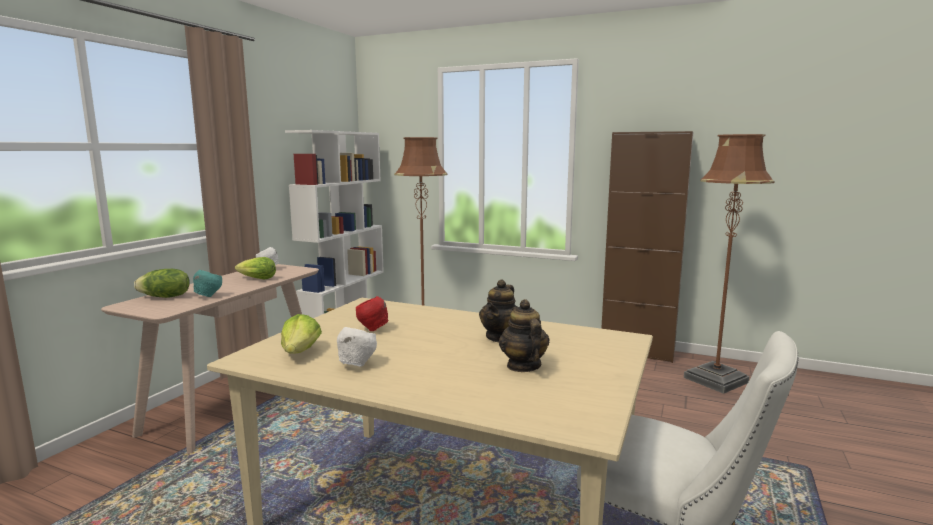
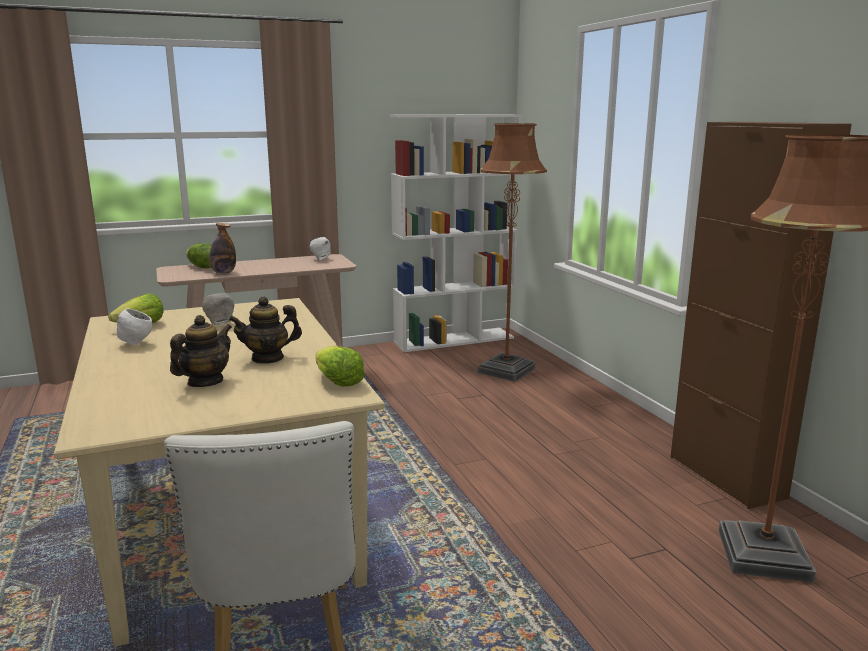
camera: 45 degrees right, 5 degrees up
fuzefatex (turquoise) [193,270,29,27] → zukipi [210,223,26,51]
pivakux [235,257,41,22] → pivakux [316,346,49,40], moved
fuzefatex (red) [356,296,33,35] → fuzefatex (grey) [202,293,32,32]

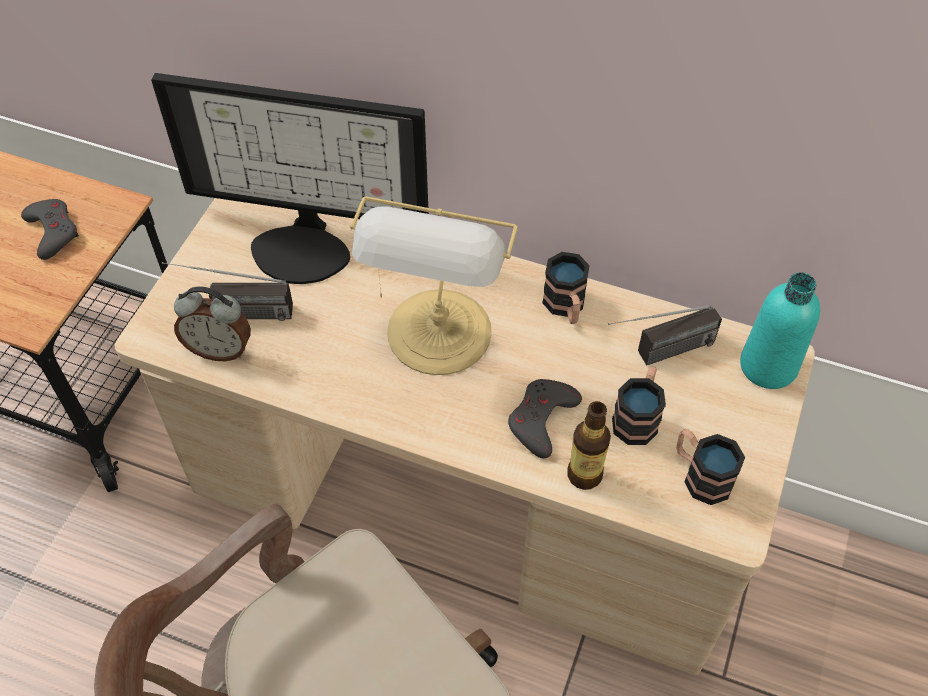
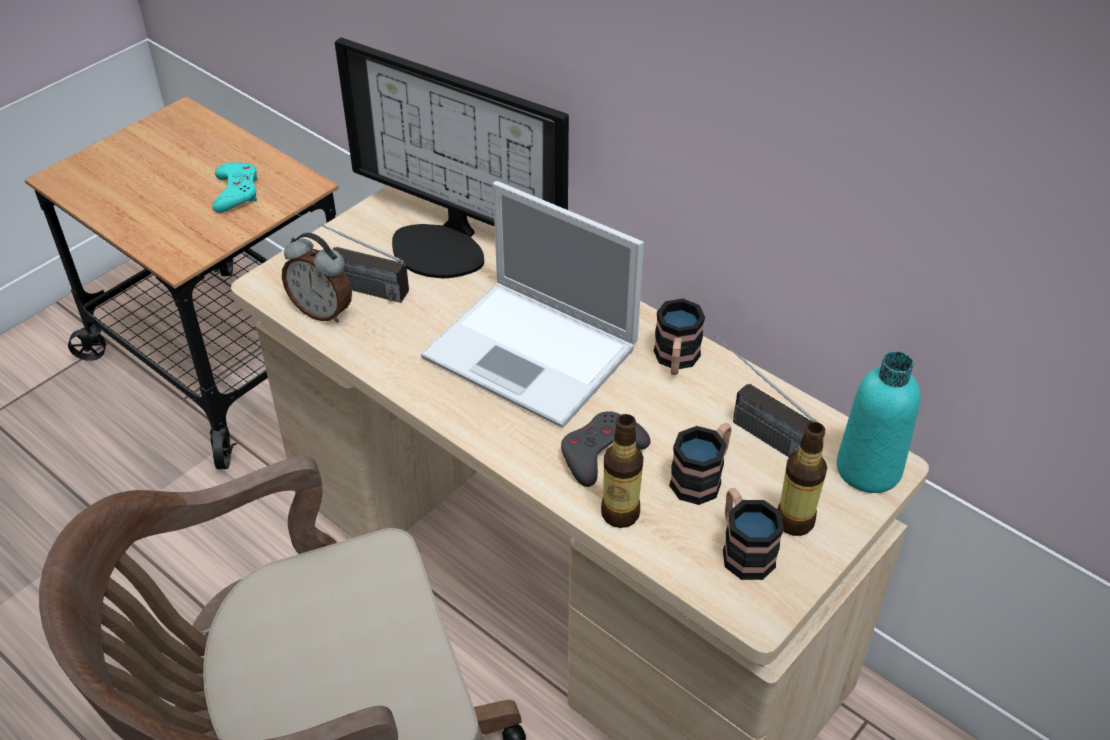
camera: 20 degrees right, 10 degrees down
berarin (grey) [21,199,58,61] → berarin (turquoise) [212,162,46,51]
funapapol [349,197,169,178] → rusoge [421,181,223,247]
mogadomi [608,305,114,60] → mogadomi [714,335,105,122], 45 degrees clockwise
- → zukipi [778,422,49,114]

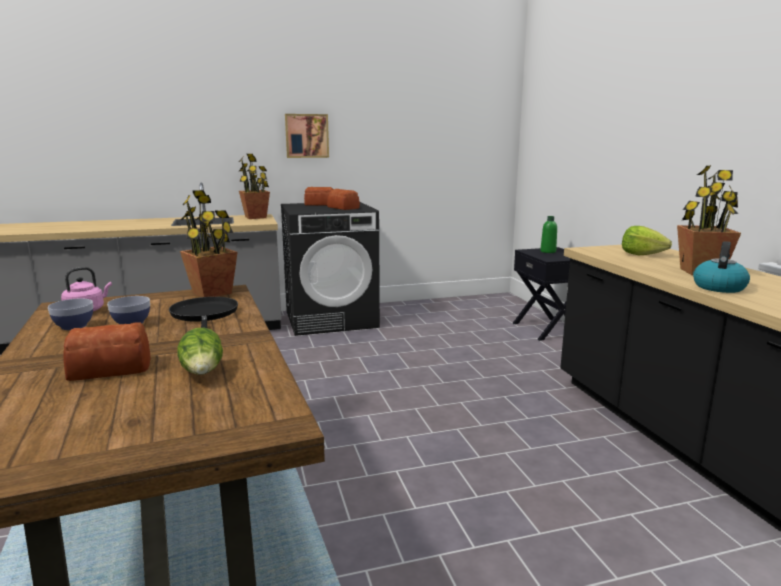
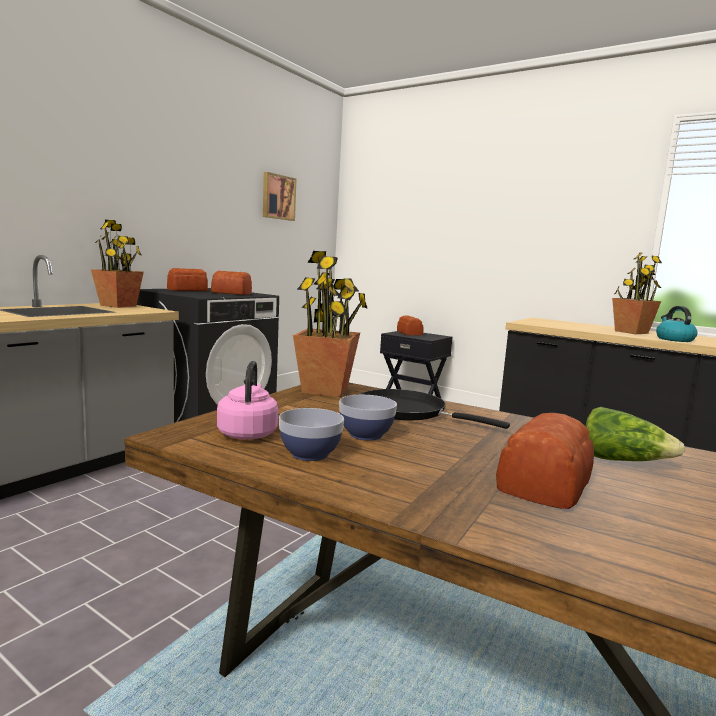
camera: 40 degrees left, 5 degrees down
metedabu [285,114,44,44] → metedabu [263,172,33,49], moved
zukipi (green) [540,216,17,37] → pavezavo [397,315,27,20]
pivakux [622,226,50,29] → -

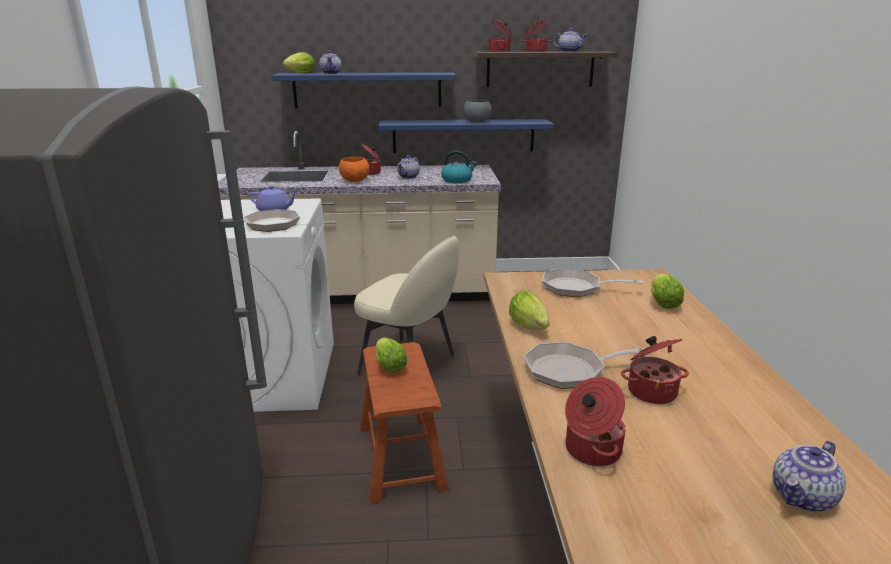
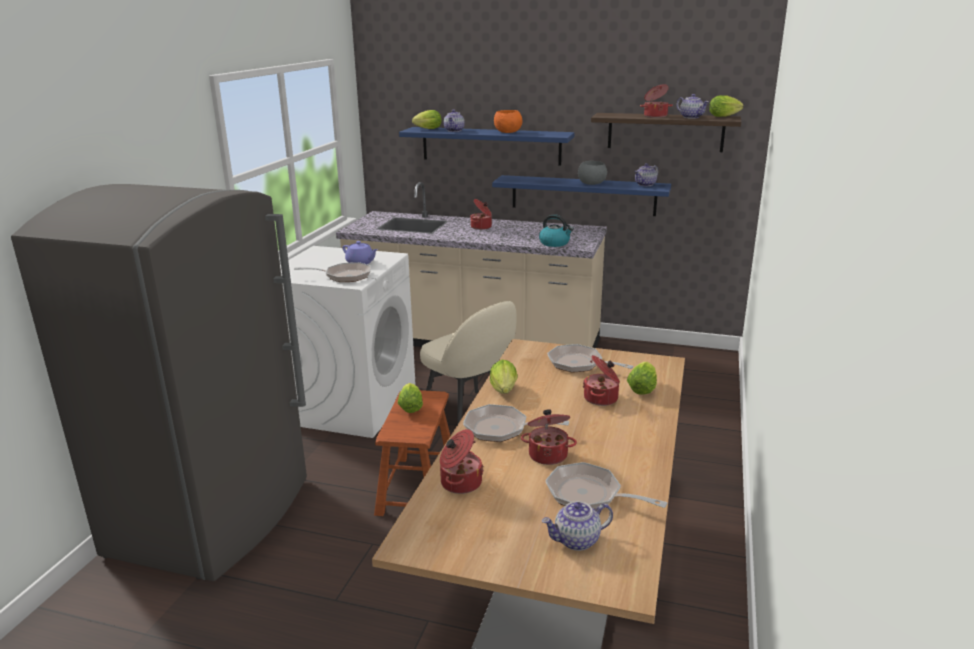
camera: 20 degrees right, 0 degrees up
fuzefatex (orange) [339,157,30,25] → fuzefatex (orange) [494,110,28,23], moved
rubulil [397,155,23,24] → rubulil [634,163,24,23], moved
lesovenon [487,19,25,33] → lesovenon [583,355,37,51], moved
- → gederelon [545,462,123,47]
- → pivakux [709,95,35,22]

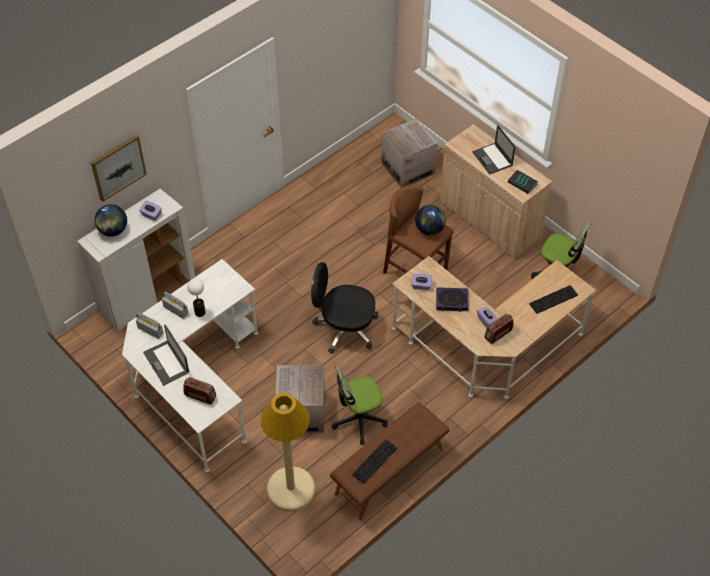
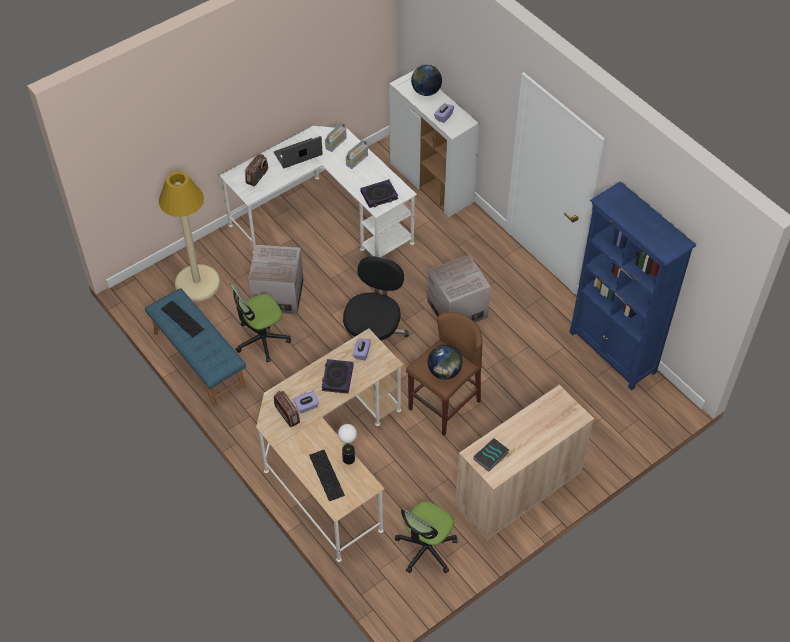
camera: 95 degrees right, 0 degrees up
metedabu [91,135,56,67] → -
funapapol [187,279,19,38] → funapapol [338,424,19,41], moved
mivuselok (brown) [330,402,120,118] → mivuselok (blue) [145,288,101,119]
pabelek [332,366,56,79] → pabelek [230,284,61,78], 105 degrees counterclockwise
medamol [381,118,57,70] → medamol [427,254,64,69], moved
rusoge [473,124,43,51] → -
- → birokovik [360,179,38,29]
- → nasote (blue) [570,182,126,209]

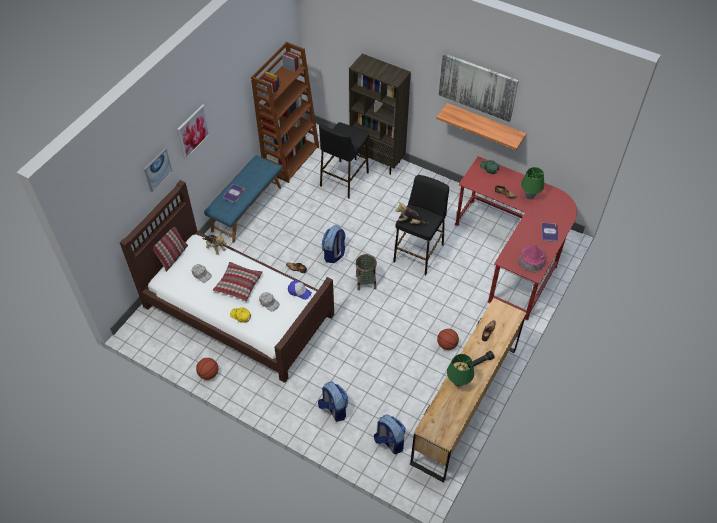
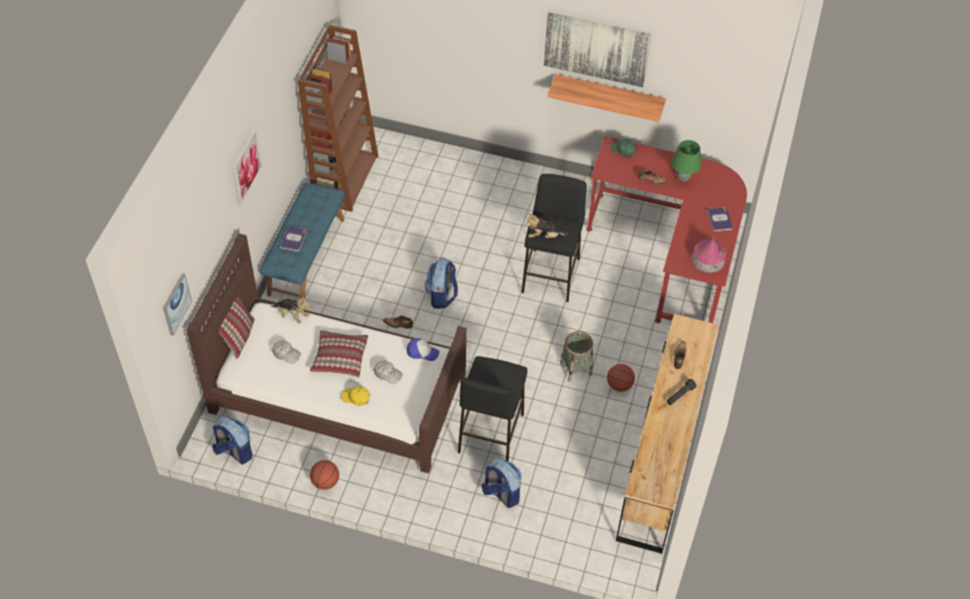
camera: 15 degrees left, 0 degrees up
metedabu [144,148,28,44] → metedabu [163,273,29,63], moved
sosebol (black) [319,122,50,77] → sosebol (black) [458,356,69,106], moved
nasote (brown) [349,54,62,121] → -
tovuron [356,254,21,36] → tovuron [560,331,33,51], moved
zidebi [374,414,32,40] → zidebi [212,416,41,48], moved
funapapol (green) [447,354,27,33] → -

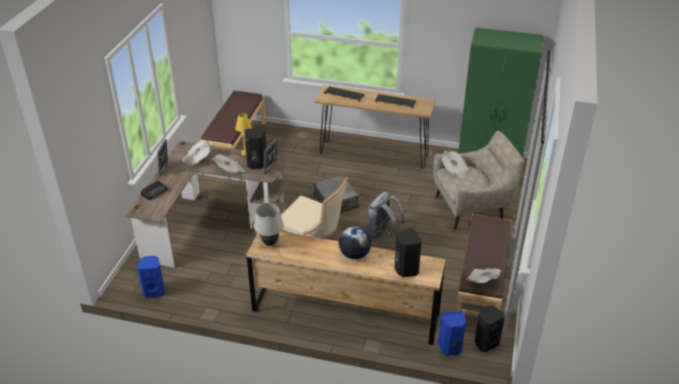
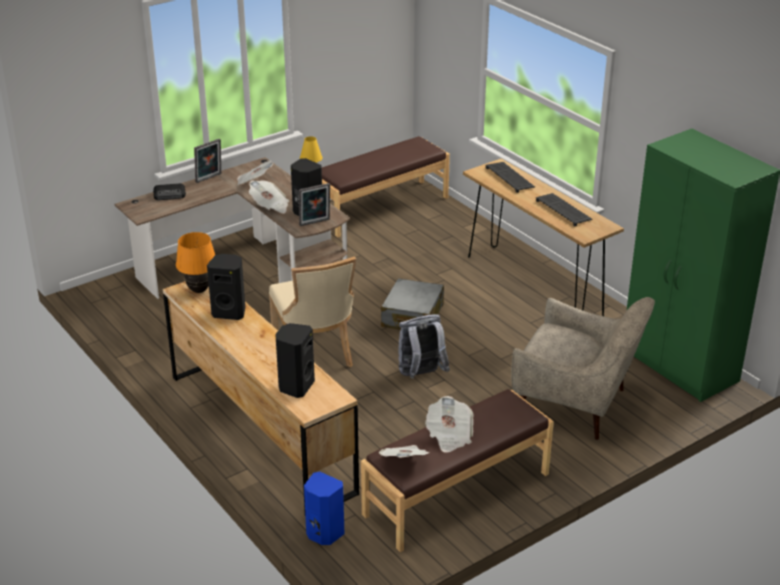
camera: 40 degrees right, 5 degrees down
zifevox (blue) [137,256,28,42] → -
funapapol (white) [254,203,30,43] → funapapol (orange) [176,232,39,61]
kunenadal [339,227,32,32] → -
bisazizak [442,151,27,27] → bisazizak [425,396,49,57], moved
zifevox (black) [474,306,31,46] → zifevox (black) [207,254,38,66], moved

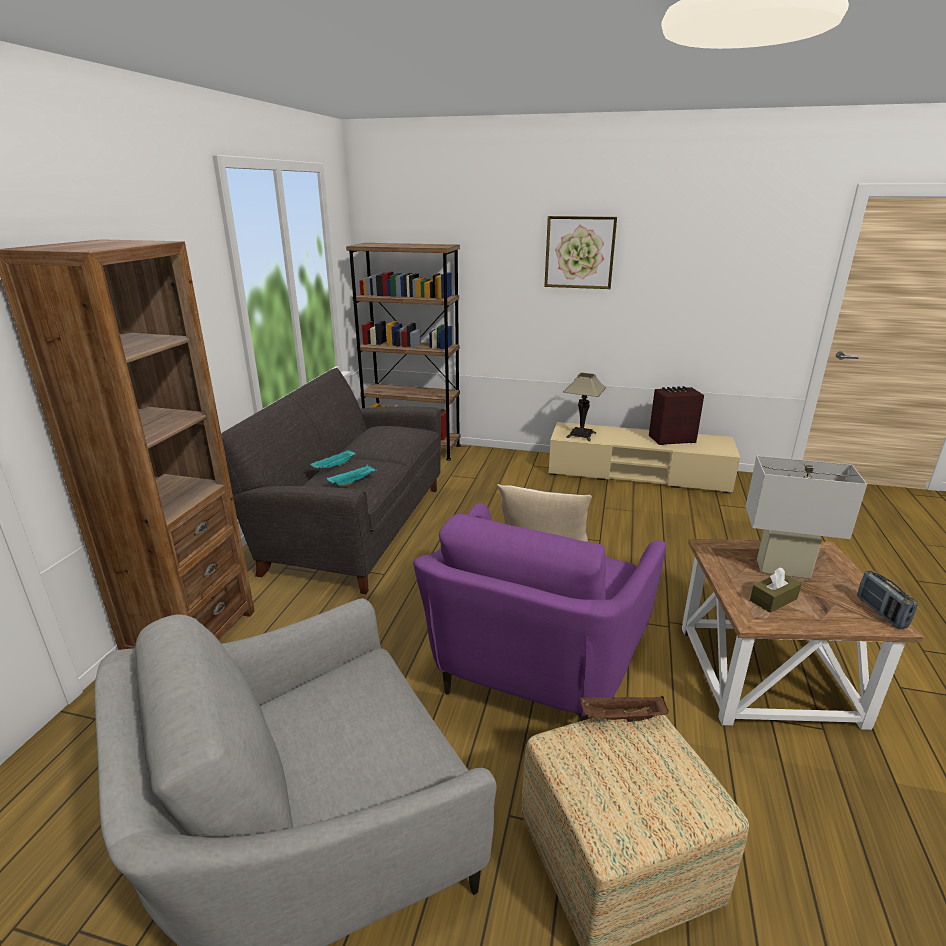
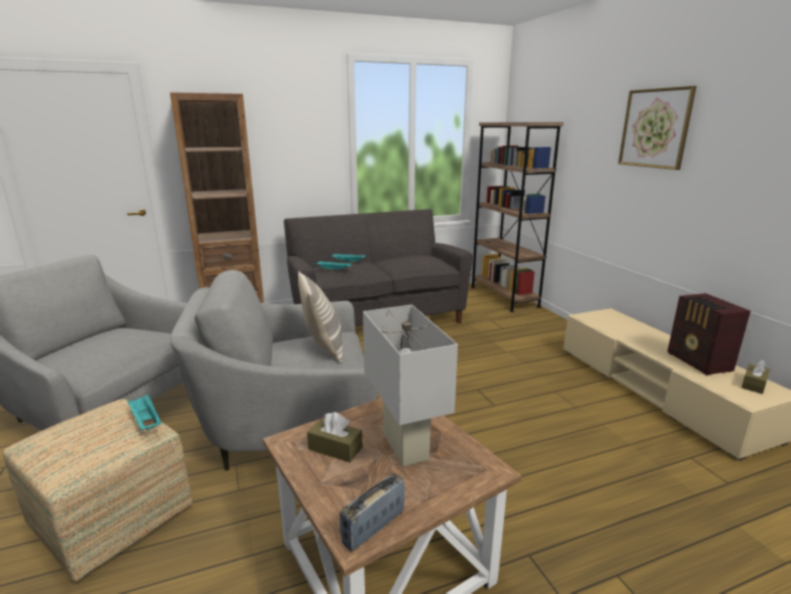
camera: 55 degrees right, 5 degrees down
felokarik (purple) [413,503,253,219] → felokarik (grey) [170,270,208,201]
funapapol [563,373,44,68] → -
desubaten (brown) [580,696,89,26] → desubaten (turquoise) [127,394,34,36]
mogadomi [649,386,55,59] → mogadomi [667,293,84,82], 150 degrees counterclockwise
- → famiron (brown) [741,360,29,34]

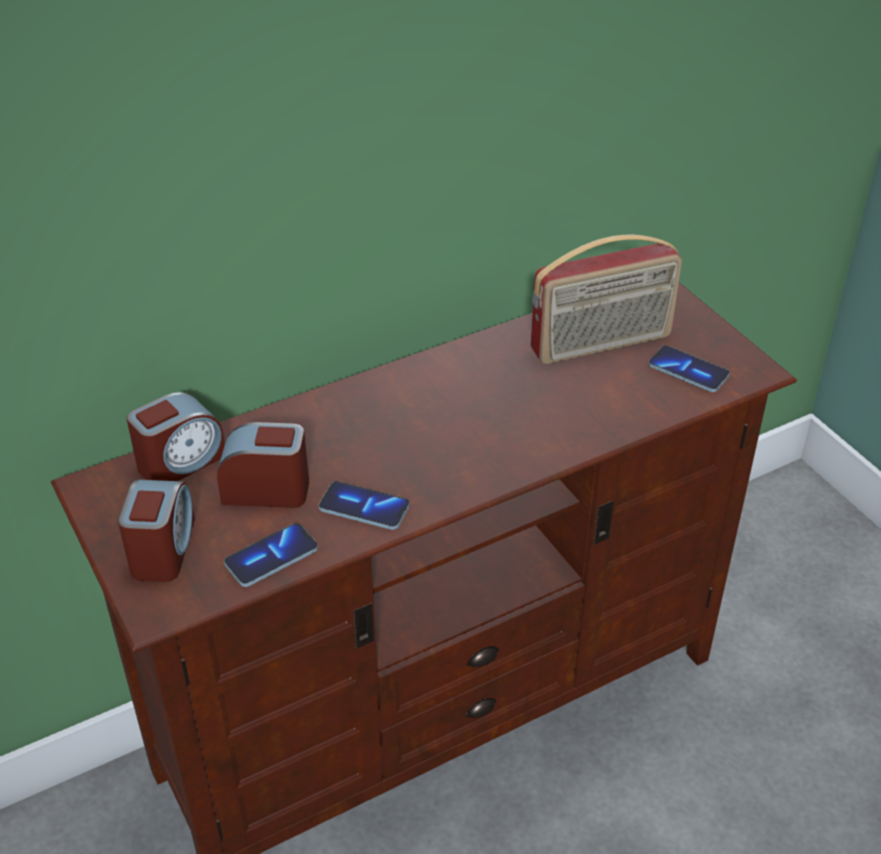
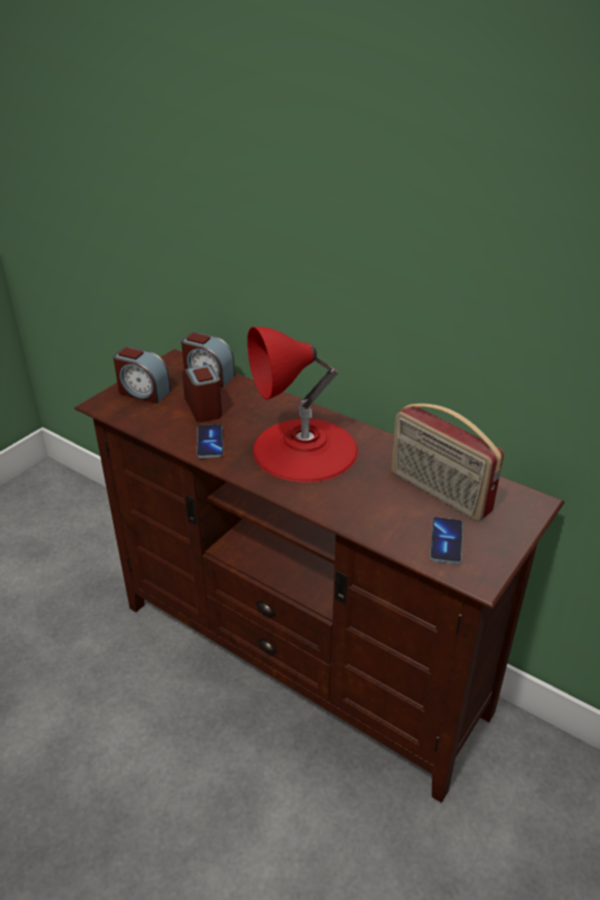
camera: 65 degrees right, 5 degrees down
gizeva [118,480,77,102] → gizeva [113,347,58,57], 45 degrees clockwise
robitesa [224,523,94,64] → -
- → funapapol (red) [247,327,111,155]

